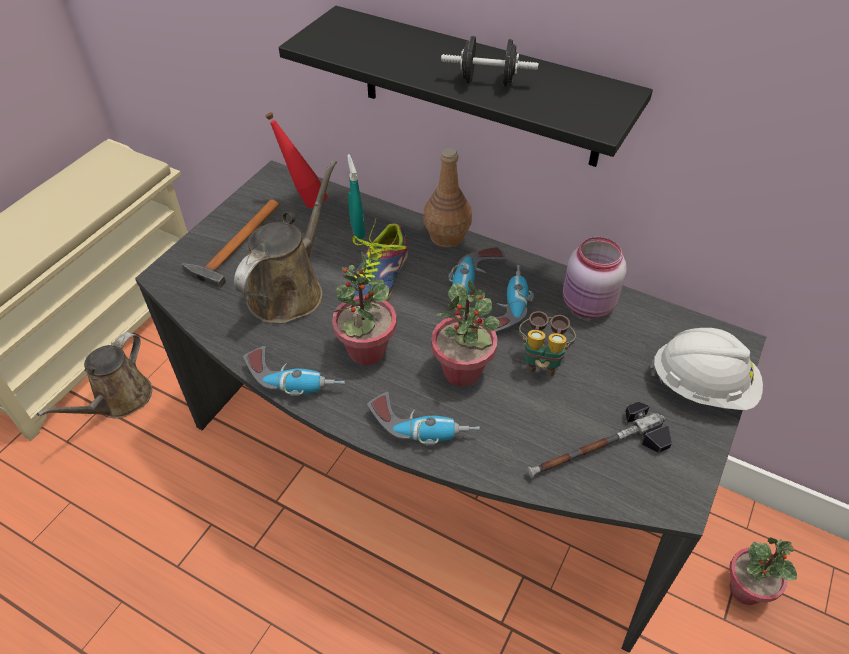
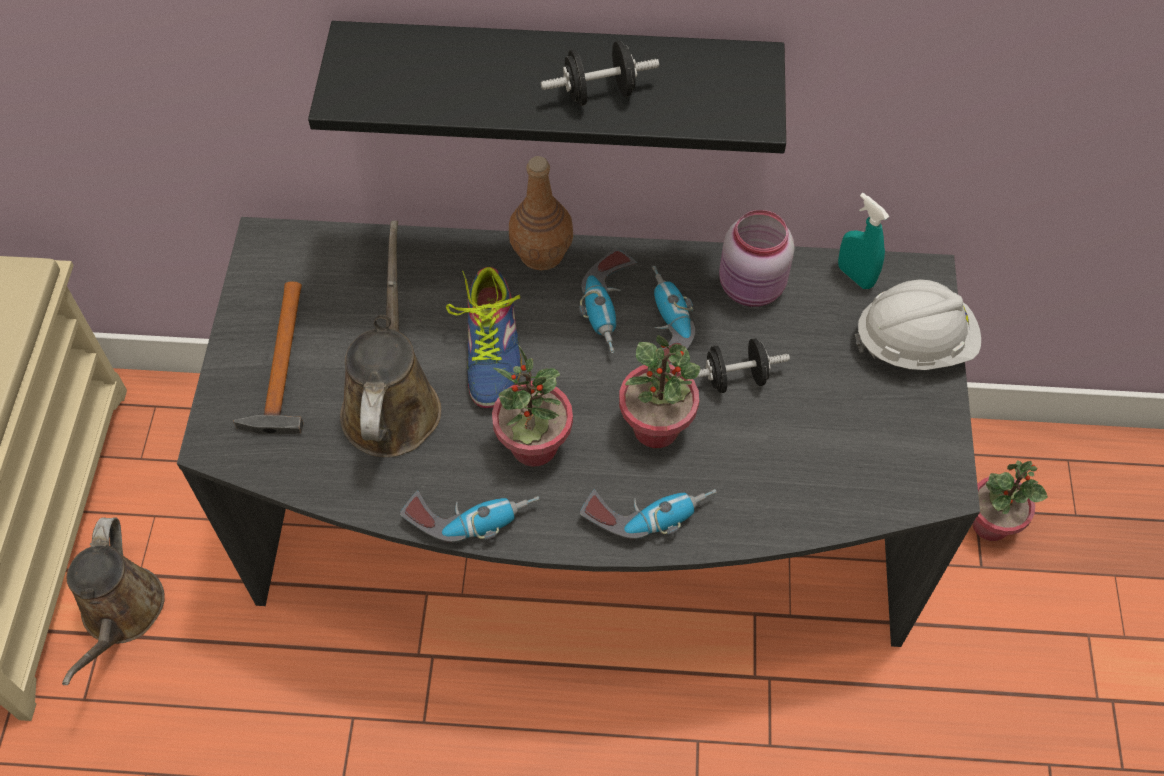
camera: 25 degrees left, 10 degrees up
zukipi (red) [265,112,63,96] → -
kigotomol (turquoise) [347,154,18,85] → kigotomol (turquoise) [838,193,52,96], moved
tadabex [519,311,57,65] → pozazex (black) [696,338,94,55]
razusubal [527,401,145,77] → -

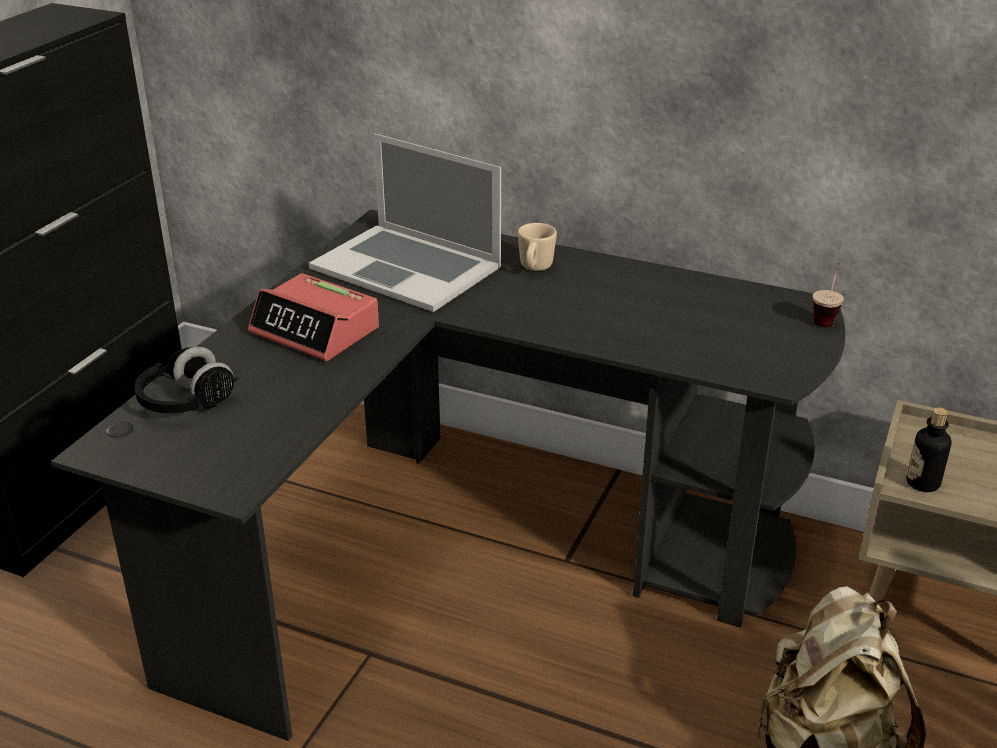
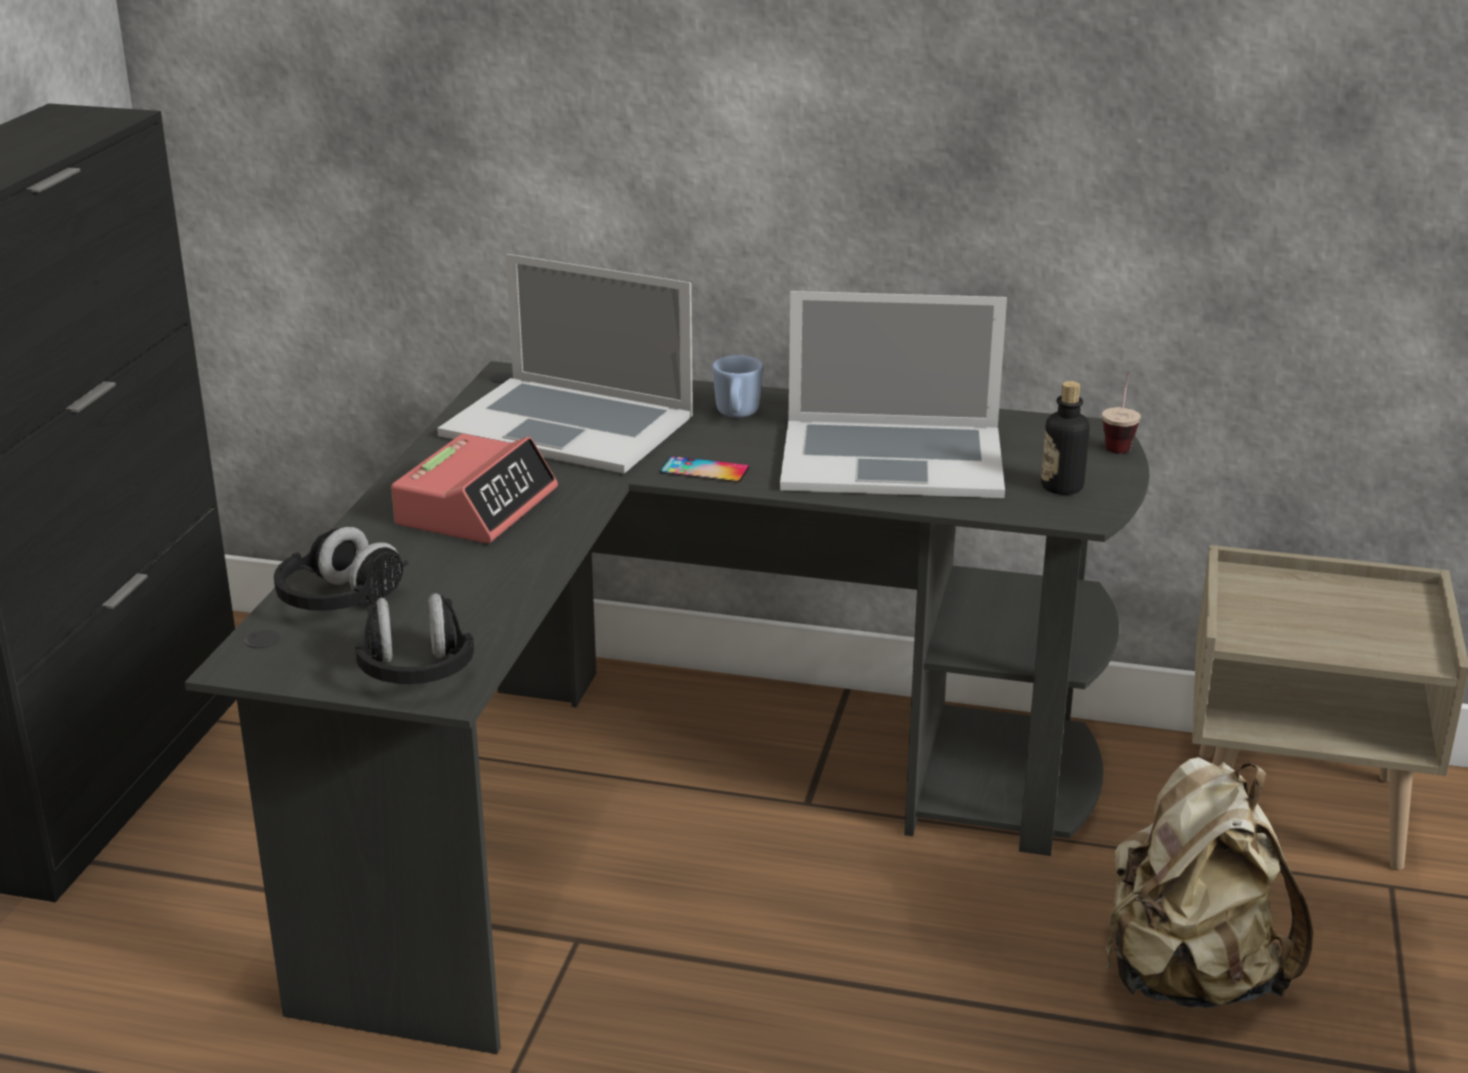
camera: 10 degrees left, 5 degrees down
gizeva [248,273,131,88] → gizeva [391,434,167,109], 90 degrees counterclockwise
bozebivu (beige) [518,223,39,48] → bozebivu (blue) [712,355,51,62]
zukipi [906,407,46,85] → zukipi [1041,381,49,114], moved
- → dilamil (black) [355,593,119,91]
- → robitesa [661,456,88,26]
- → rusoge [780,291,227,207]

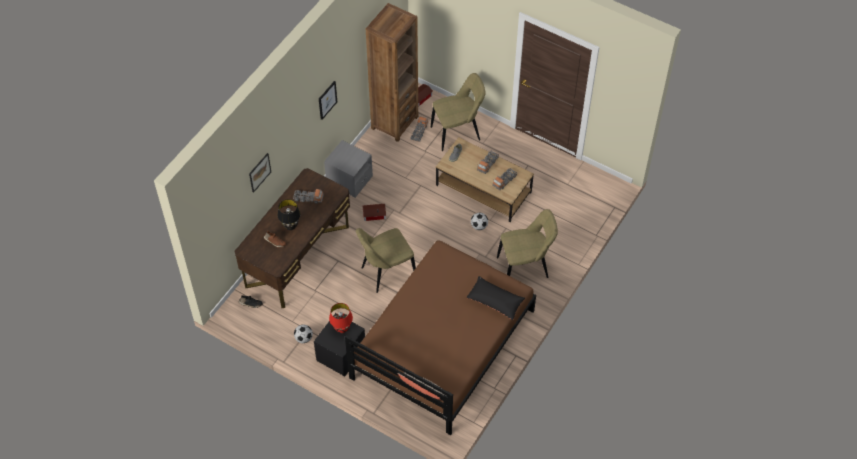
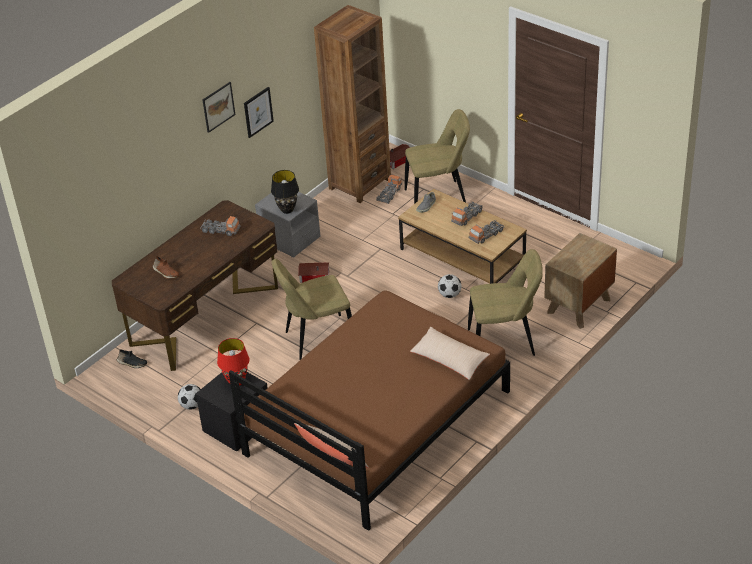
camera: 10 degrees right, 15 degrees down
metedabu [249,153,22,40] → metedabu [203,82,32,51], moved
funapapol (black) [277,199,23,31] → funapapol (black) [271,170,28,44], moved
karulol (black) [466,276,59,44] → karulol (beige) [410,327,80,53]
- → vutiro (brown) [544,233,73,96]

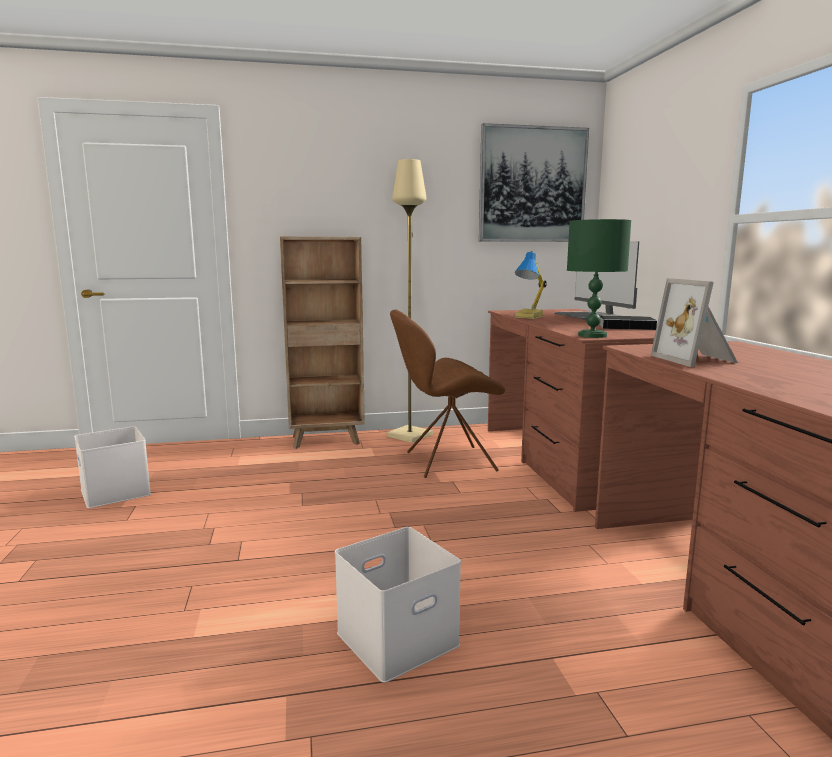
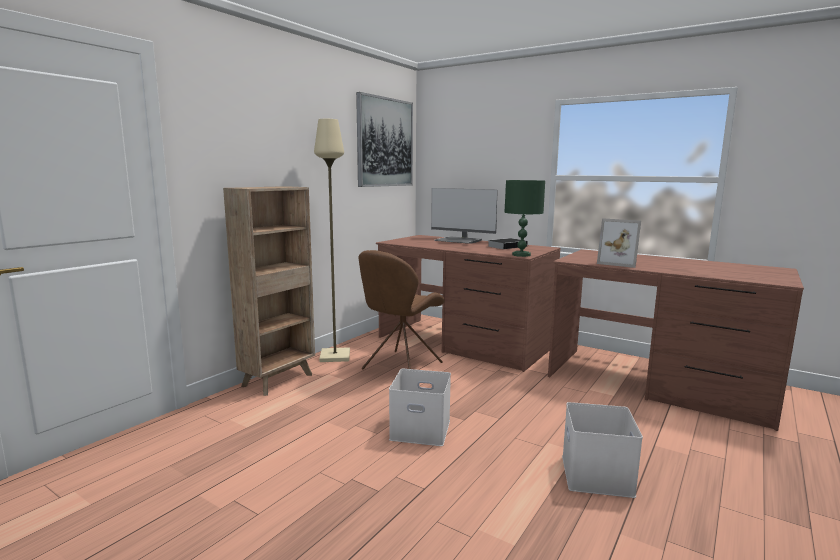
camera: 45 degrees left, 0 degrees up
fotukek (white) [74,426,77,82] → fotukek (white) [389,369,62,77], moved
funapapol [515,251,32,68] → -

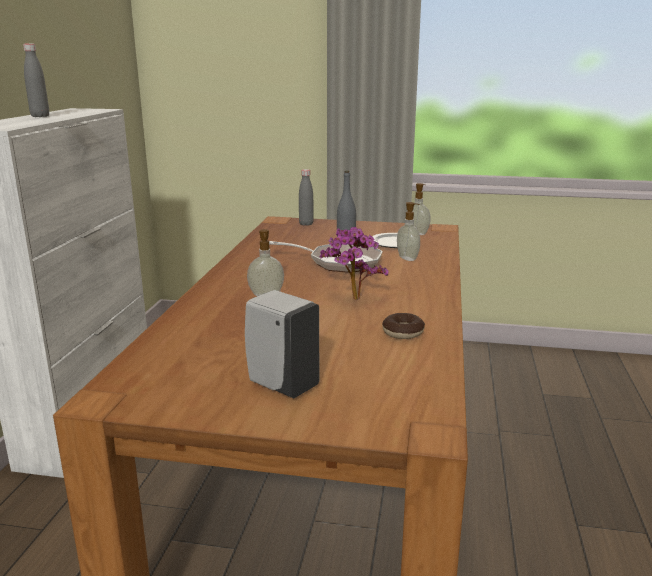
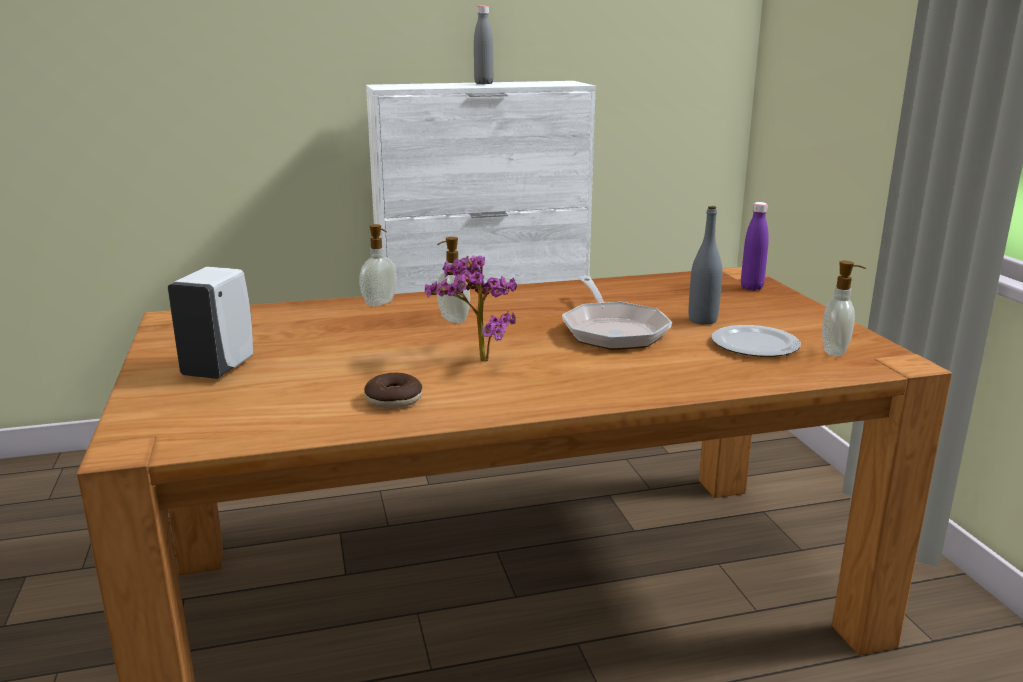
camera: 65 degrees right, 0 degrees up
zukipi (grey) [299,169,15,57] → zukipi (purple) [741,202,28,89]
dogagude [397,202,23,59] → dogagude [360,224,37,82], moved

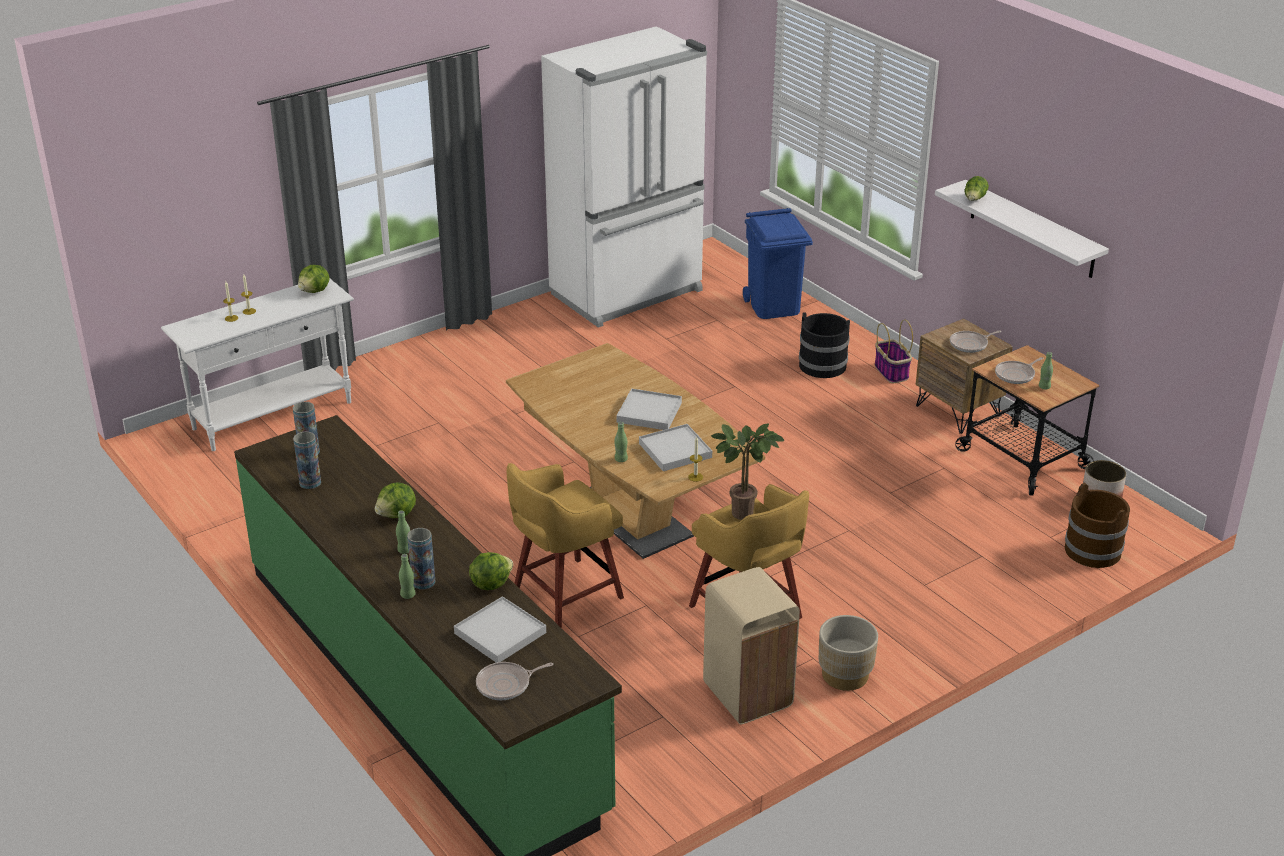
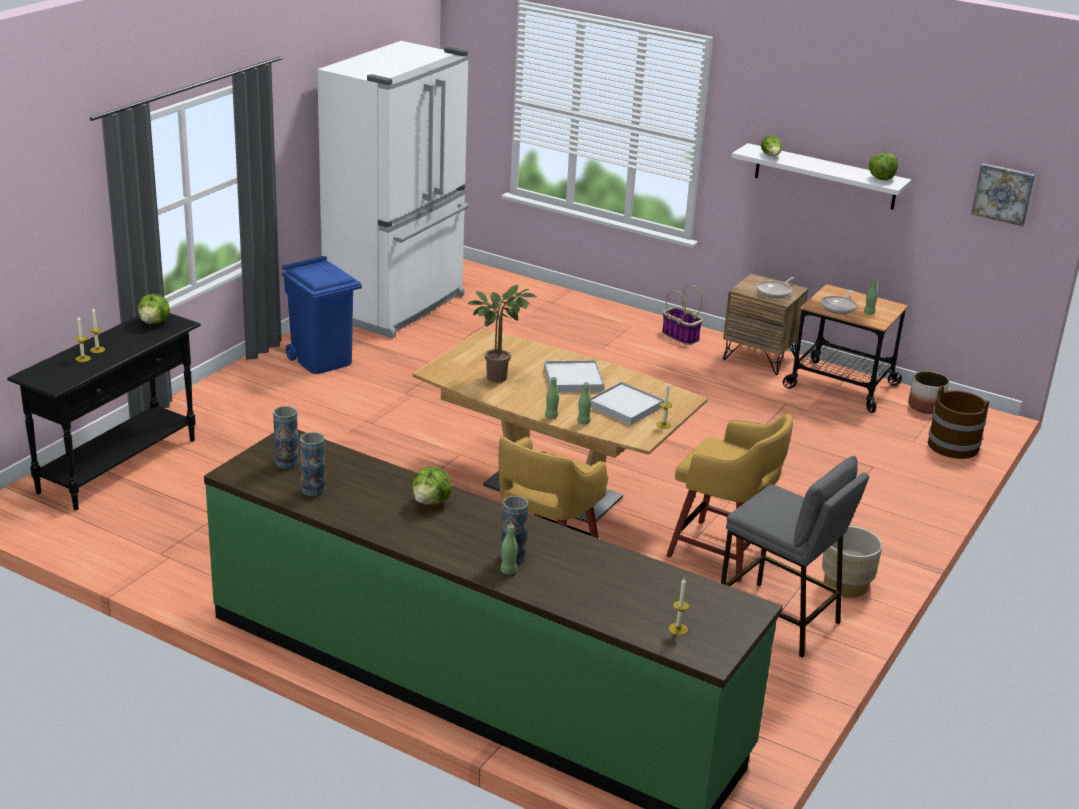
camera: 25 degrees left, 5 degrees down
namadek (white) [161,278,193,173] → namadek (black) [7,313,194,197]
zukipi (green) [396,510,14,44] → zukipi (green) [545,377,14,42], moved
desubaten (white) [454,596,92,67] → -
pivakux [469,552,44,38] → pivakux [869,153,29,27], moved
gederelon [476,662,77,38] → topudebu [669,578,20,57]
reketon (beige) [703,567,97,157] → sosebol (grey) [721,456,148,202]
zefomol [711,423,73,97] → zefomol [467,285,70,98], moved
reketon (blue) [743,208,70,111] → reketon (blue) [282,256,80,118], moved
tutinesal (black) [799,312,51,66] → -
- → metedabu [971,163,64,63]

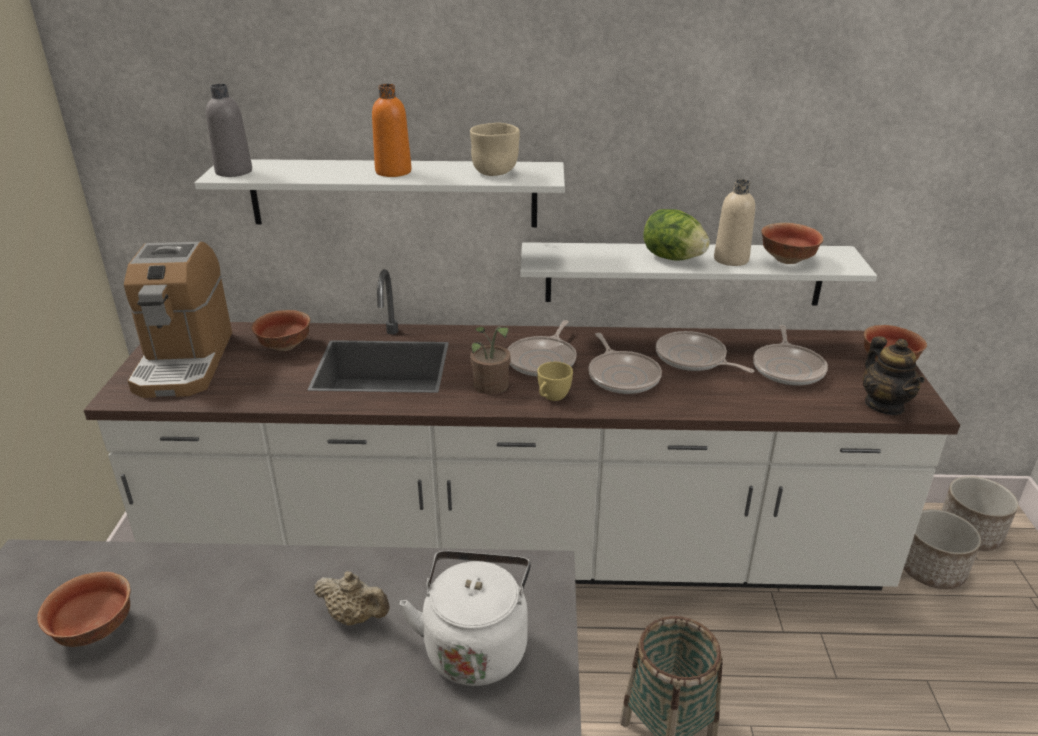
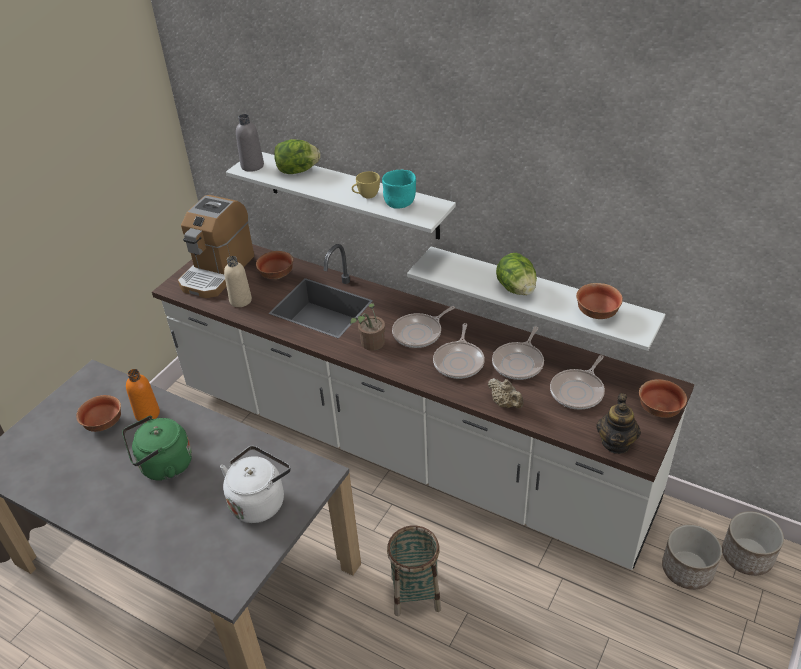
camera: 30 degrees right, 10 degrees up
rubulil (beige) [314,571,76,55] → rubulil (beige) [488,378,35,30], moved
zukipi (orange) [372,84,40,93] → zukipi (orange) [126,369,34,54], moved
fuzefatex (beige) [470,122,50,54] → fuzefatex (turquoise) [382,170,34,39]
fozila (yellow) [537,362,36,39] → fozila (yellow) [352,171,28,28], moved
gederelon [656,331,98,42] → gederelon [492,327,52,53], 135 degrees counterclockwise
zukipi (beige) [714,179,41,87] → zukipi (beige) [224,256,28,51], moved
- → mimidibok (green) [122,416,70,65]
- → pivakux [274,139,47,35]

